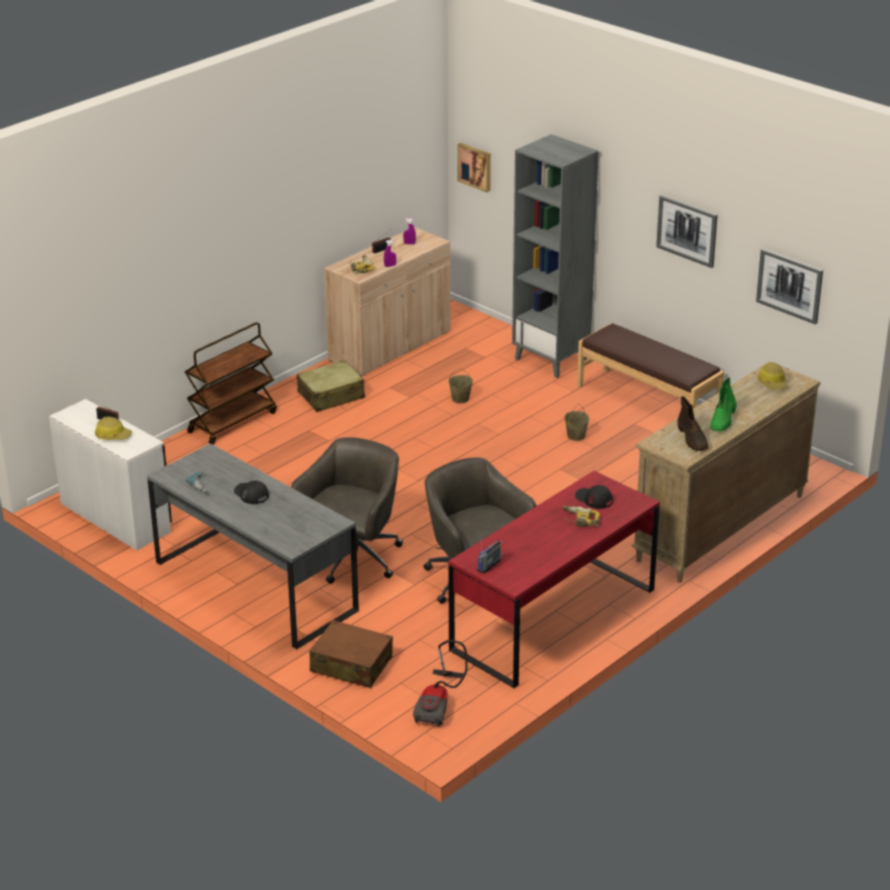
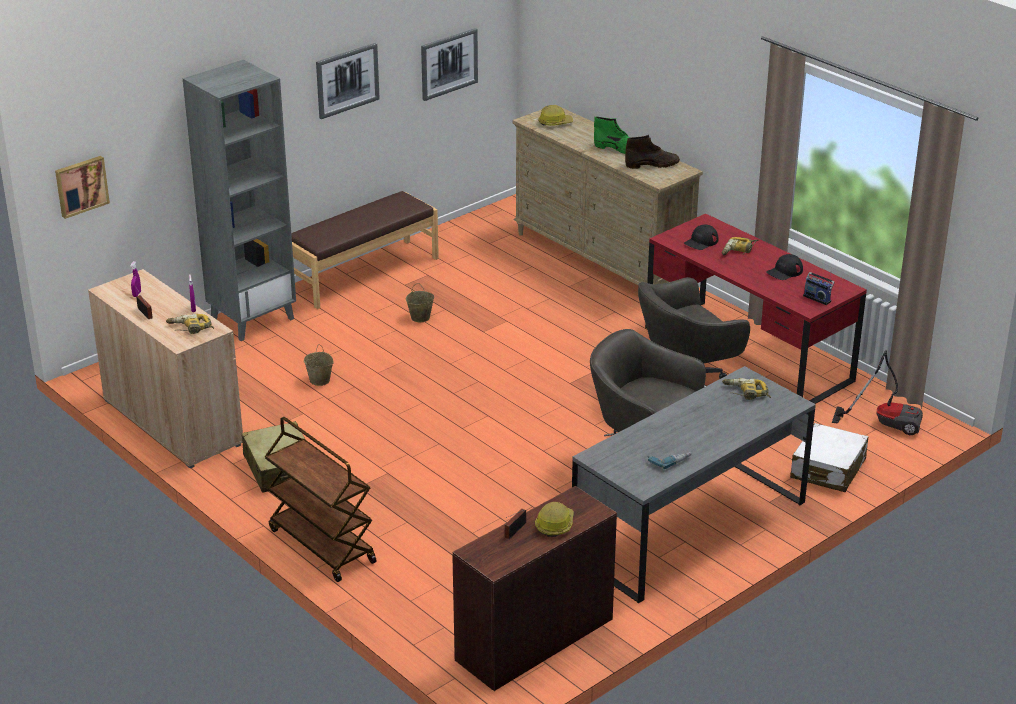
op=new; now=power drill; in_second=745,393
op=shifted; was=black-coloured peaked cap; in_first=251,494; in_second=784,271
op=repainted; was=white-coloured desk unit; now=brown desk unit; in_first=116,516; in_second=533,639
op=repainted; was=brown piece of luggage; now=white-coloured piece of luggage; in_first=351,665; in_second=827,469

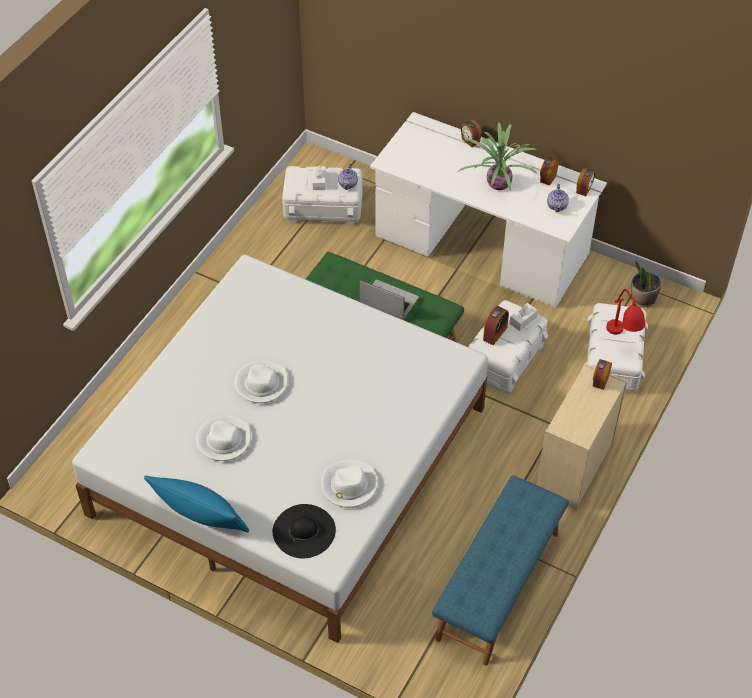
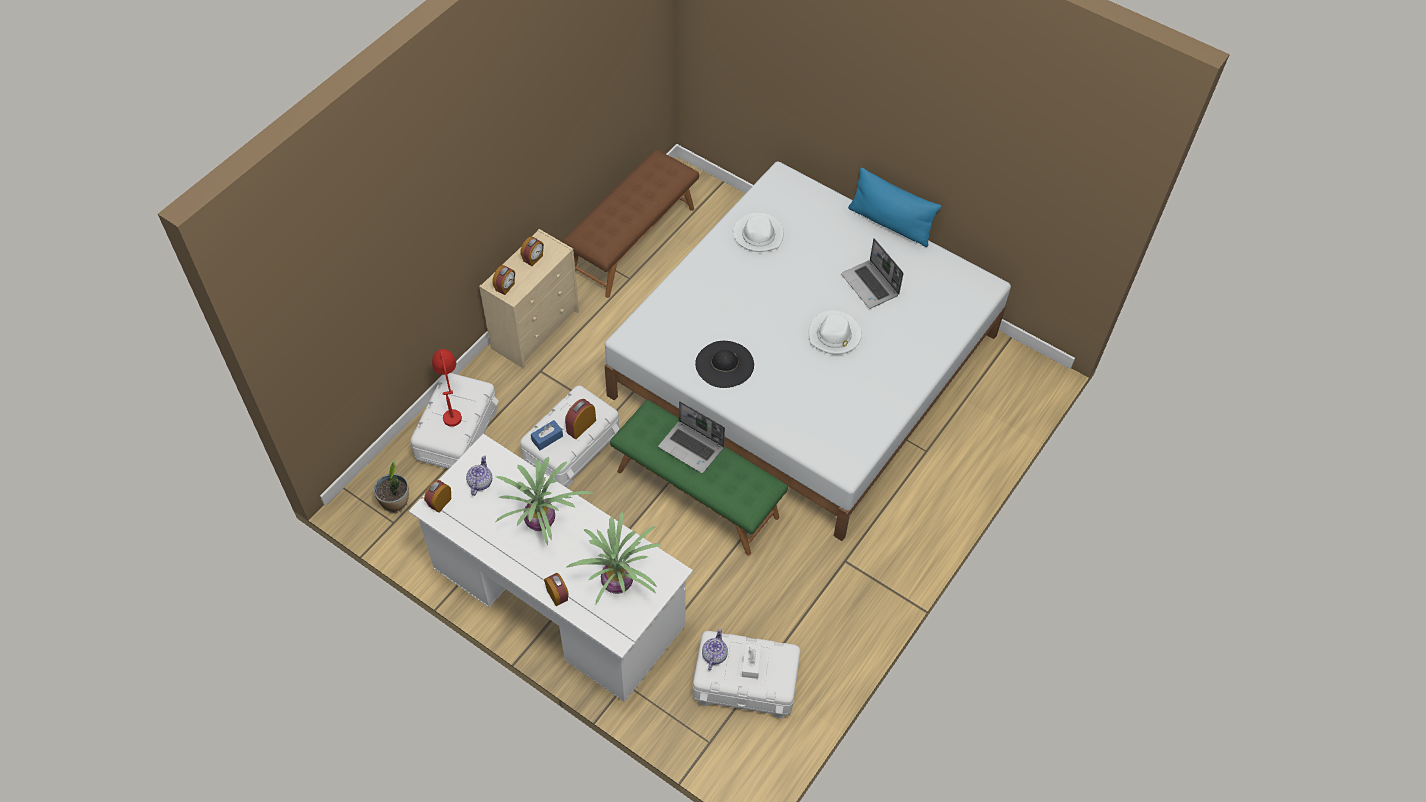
op=new; now=plant in a pot; in_second=619,582
op=shifted; was=black-coloured clothing hat; in_first=304,531; in_second=724,364
op=shifted; was=bedside clock; in_first=547,178; in_second=533,258
op=swapped; was=white-coloured clothing hat; now=laptop; in_first=223,440; in_second=871,285
op=repainted; was=blue-coloured indoor bench; now=brown indoor bench; in_first=499,586; in_second=632,241
op=repainted; was=white-coloured tissue holder; now=blue-coloured tissue holder; in_first=523,320; in_second=547,438

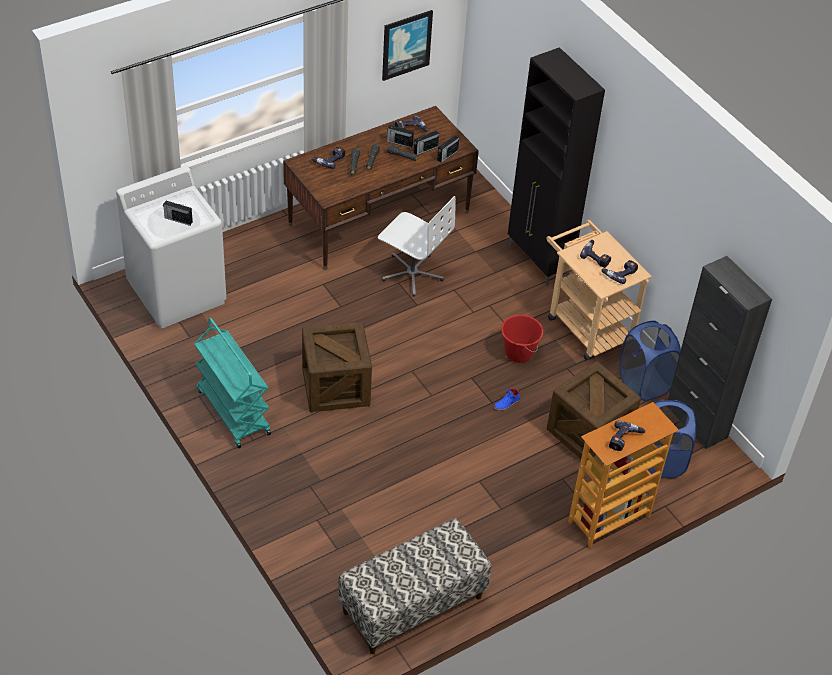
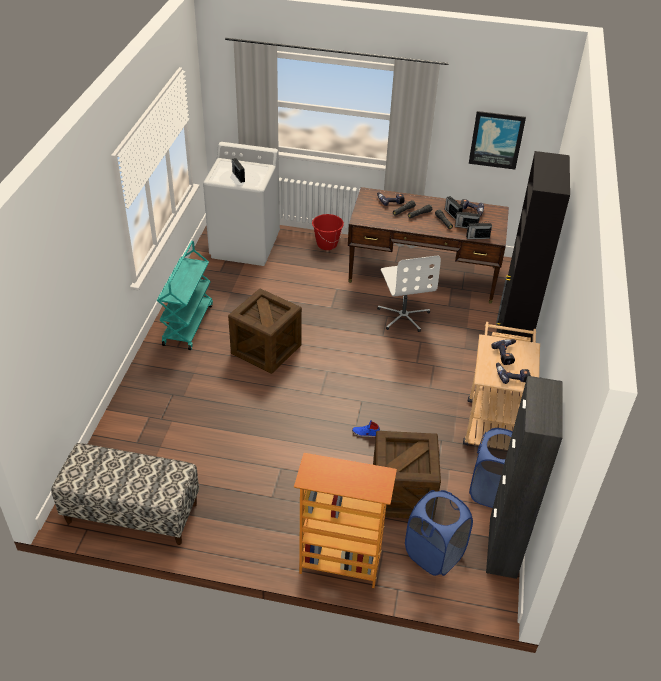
op=gone; was=power drill; in_first=625,440
op=shifted; was=red bucket; in_first=518,353; in_second=327,244

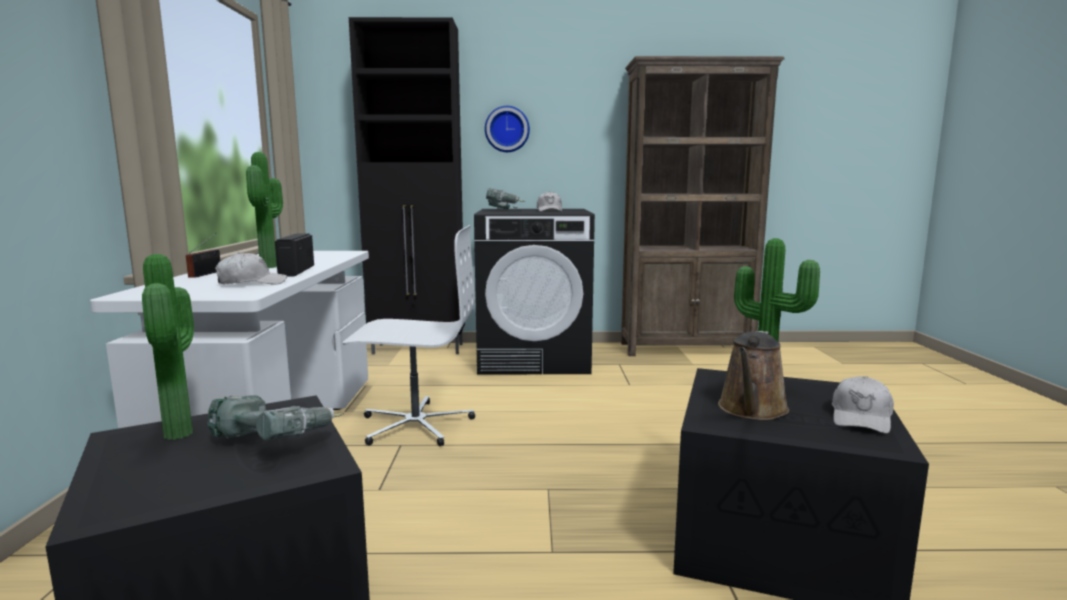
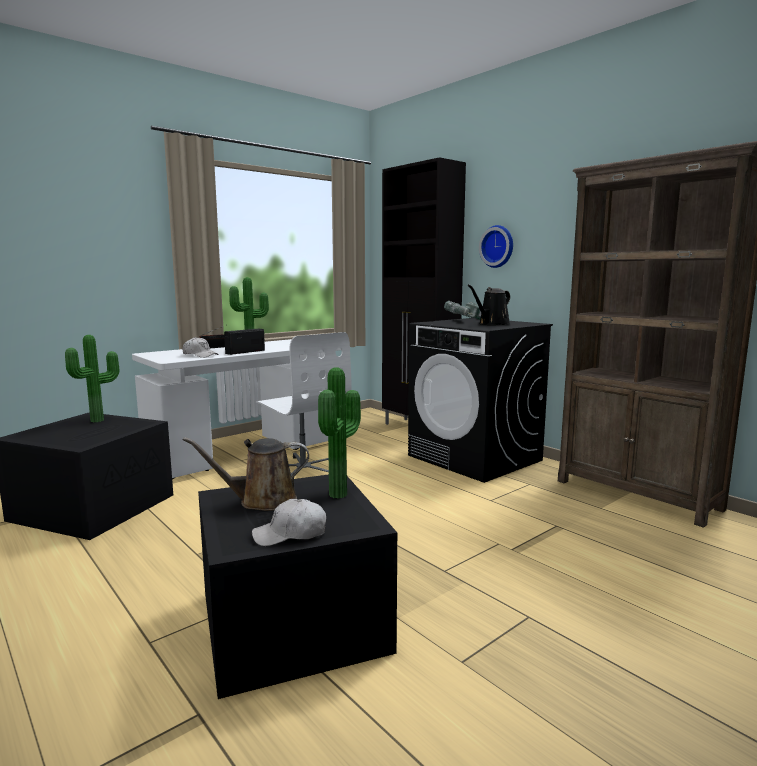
op=gone; was=power drill; in_first=276,441
op=swapped; was=white-coloured peaked cap; now=black-coloured sprinkling can; in_first=549,210; in_second=492,324

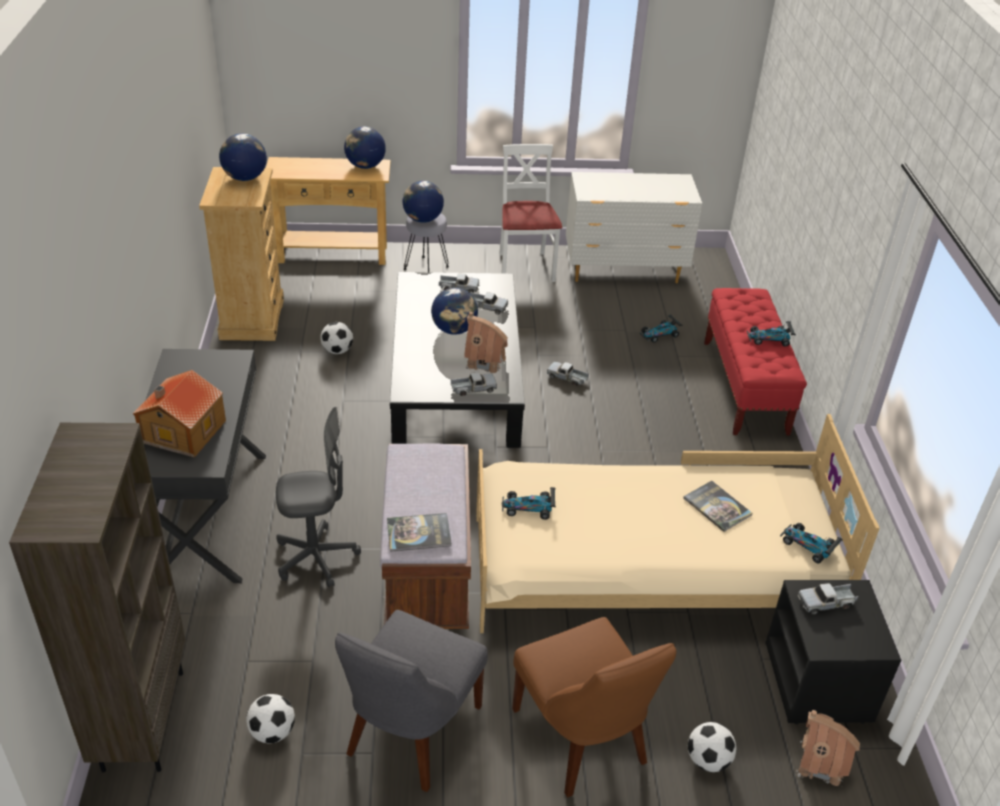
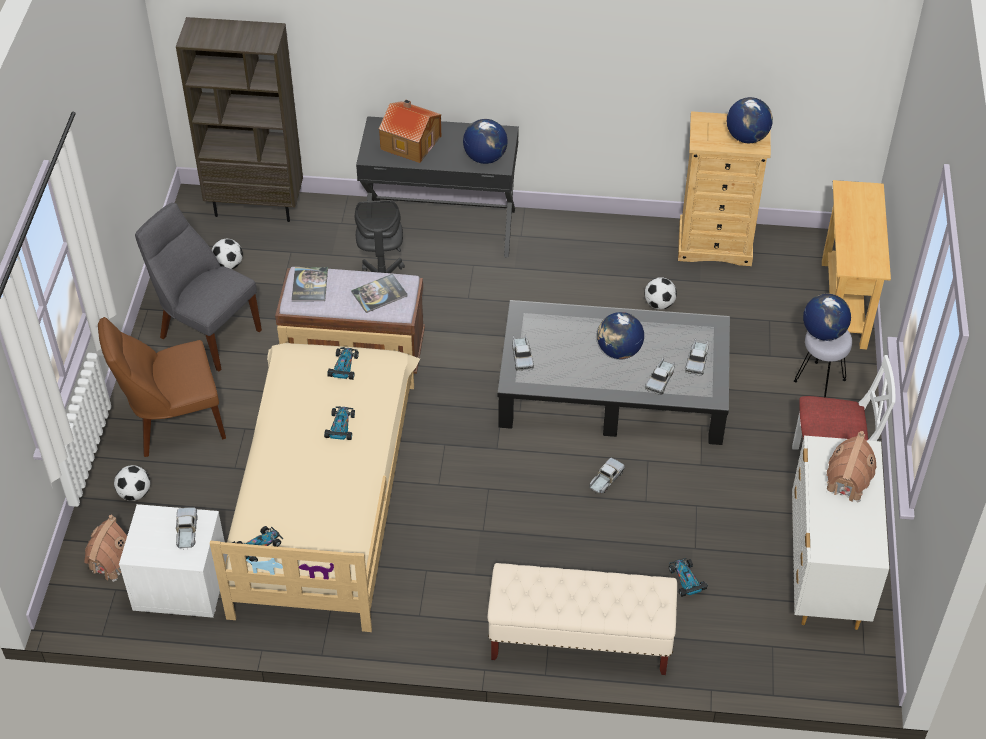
op=shifted; was=world globe; in_first=365,166; in_second=485,157
op=shifted; was=model house; in_first=485,362; in_second=846,483
op=shifted; was=book; in_first=717,507; in_second=379,294
op=shifted; was=model car; in_first=769,339; in_second=340,427
op=repainted; was=red indoor bench; now=sand-coloured indoor bench; in_first=744,387; in_second=579,640
op=repainted; was=black-coloured nightstand; now=white-coloured nightstand; in_first=819,683; in_second=179,585

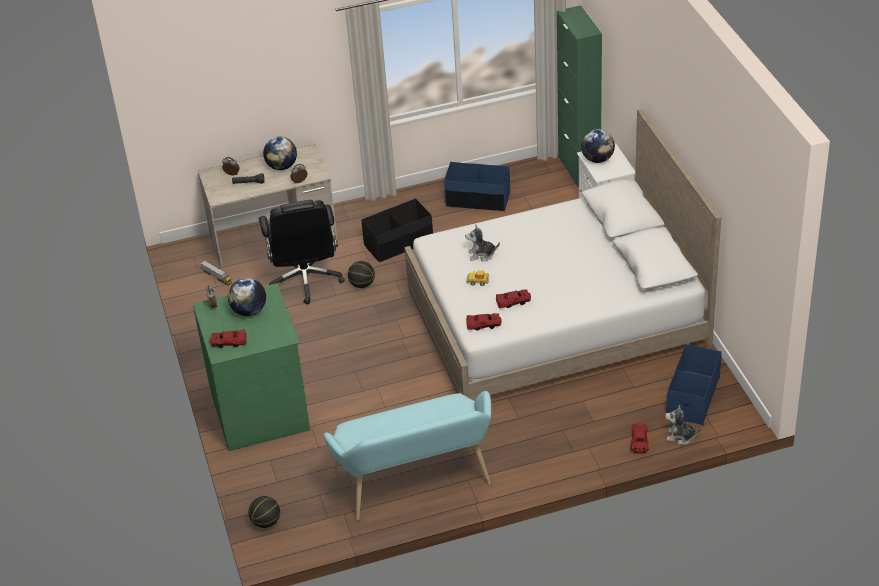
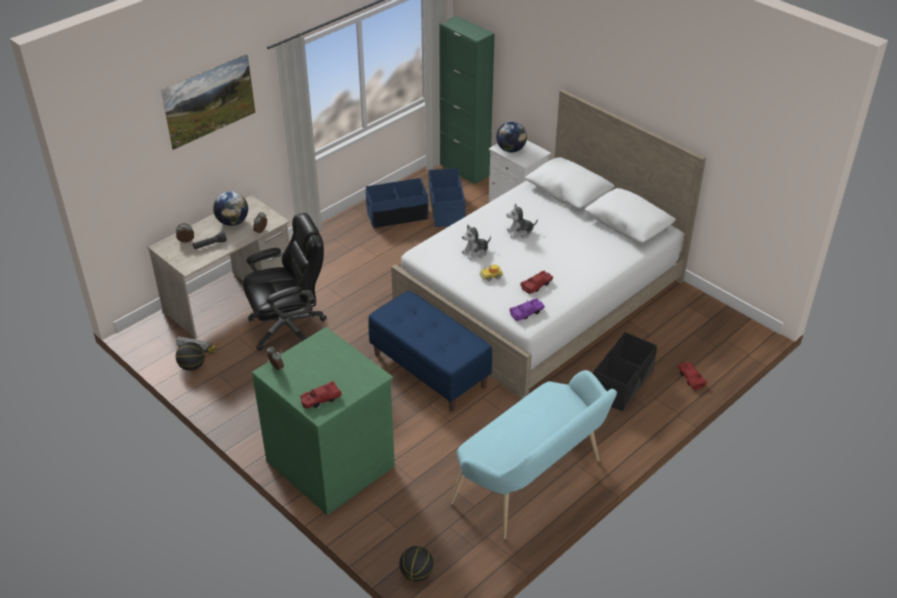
op=gone; was=world globe; in_first=249,311
op=new; now=wall picture; in_second=212,116
op=new; now=blue-coloured indoor bench; in_second=430,370
op=shifted; was=basketball ball; in_first=362,284; in_second=192,366
op=shifted; was=black-coloured storage container; in_first=399,243; in_second=622,384
op=shifted; was=cuddly toy; in_first=680,436; in_second=520,232
op=shifted; was=blue-coloured storage container; in_first=692,397; in_second=446,209
op=repainted; was=red model car; now=purple model car; in_first=483,325; in_second=527,313
op=rotated; was=black-coloured computer chair; in_first=305,280; in_second=289,327; clockwise=-75

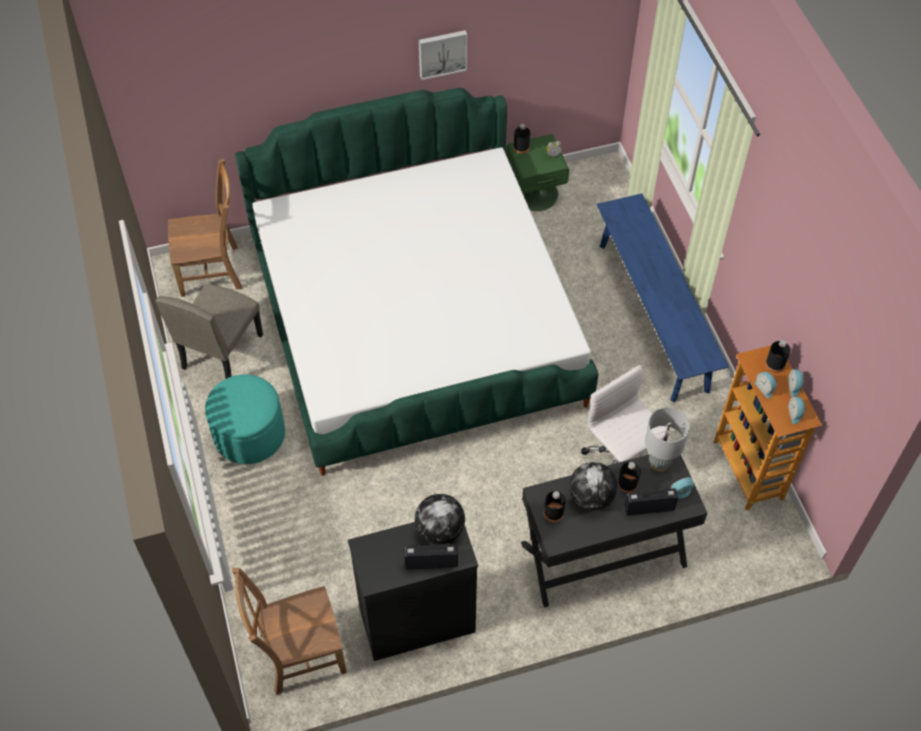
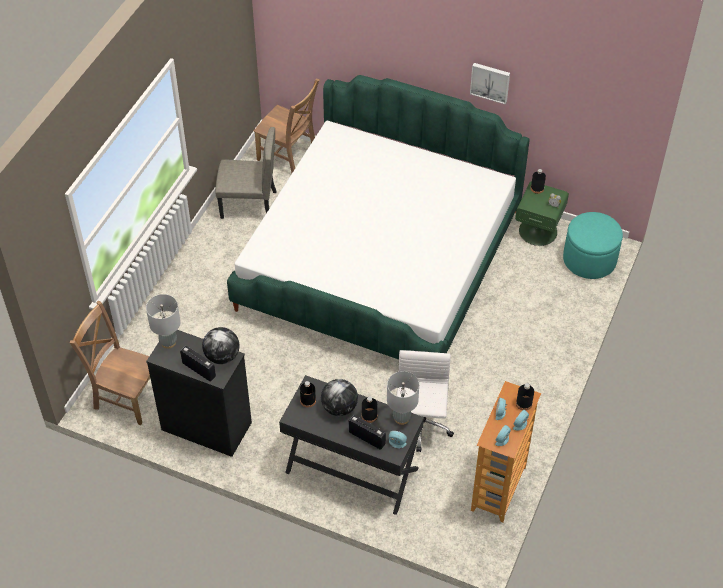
op=gone; was=blue-coloured indoor bench; in_first=653,316
op=new; now=greyish table lamp; in_second=168,342
op=shifted; was=turquoise-coloured pouffe; in_first=249,434; in_second=589,260
op=rotated; was=sand-coloured chair; in_first=221,351; in_second=248,205; clockwise=-150

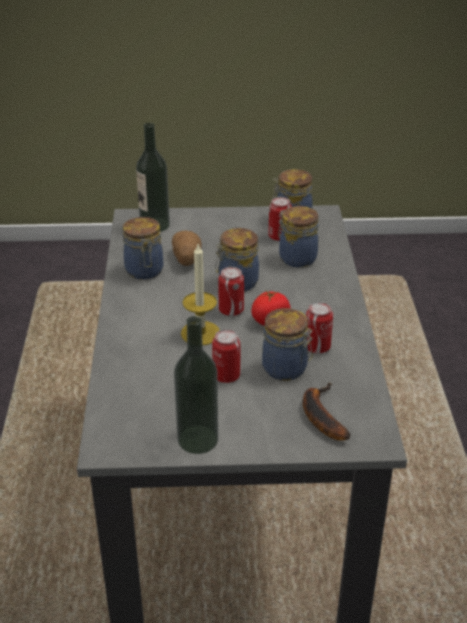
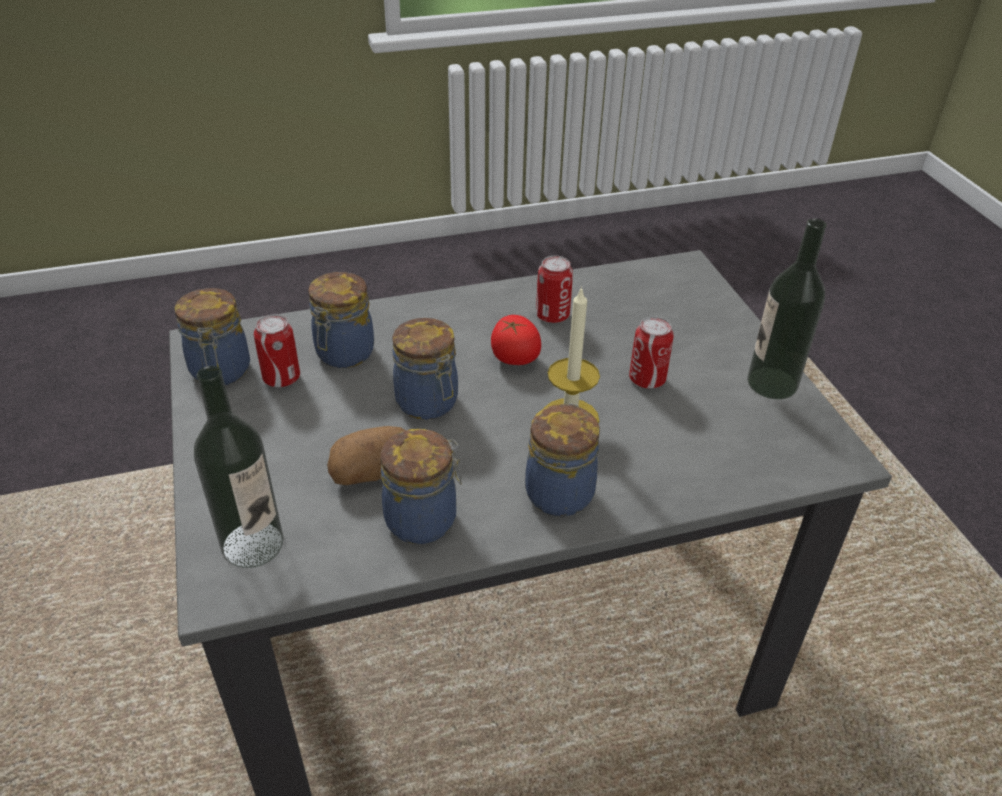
op=gone; was=can; in_first=231,310
op=gone; was=whole banana; in_first=320,416
op=shifted; was=jar; in_first=286,369; in_second=560,491

